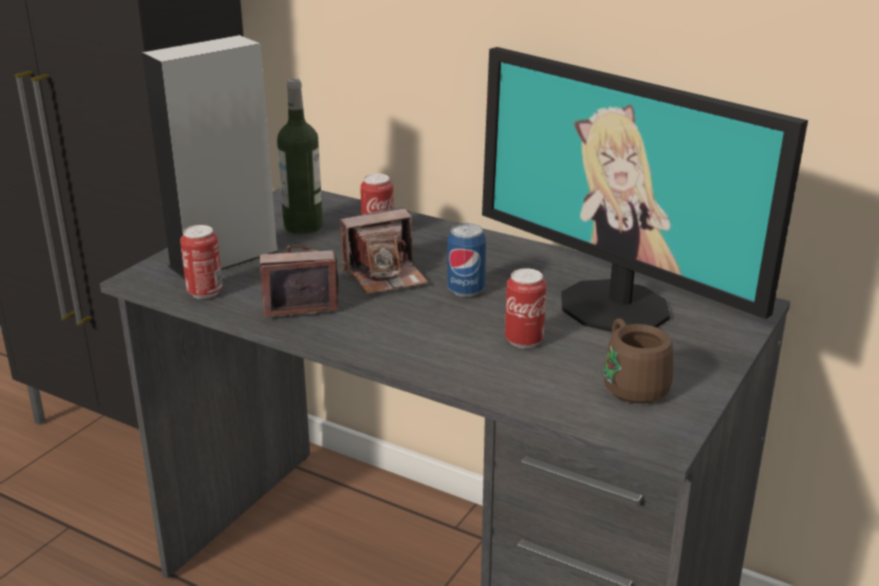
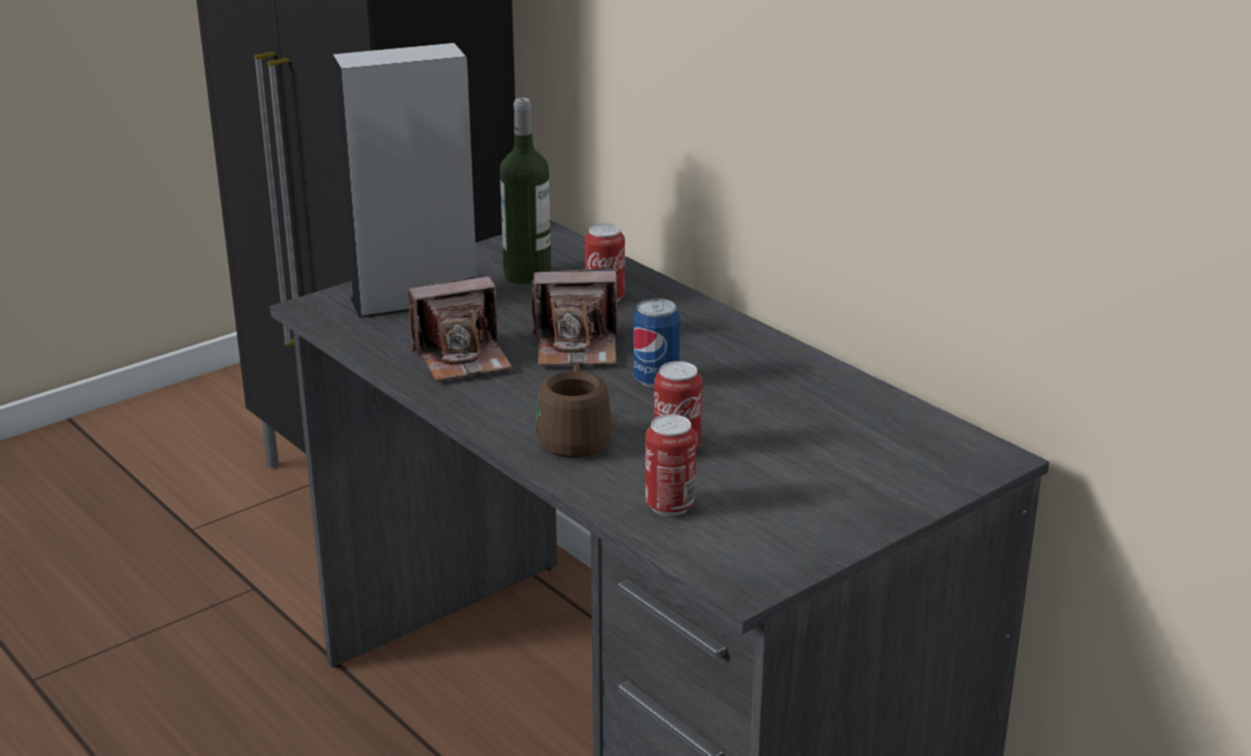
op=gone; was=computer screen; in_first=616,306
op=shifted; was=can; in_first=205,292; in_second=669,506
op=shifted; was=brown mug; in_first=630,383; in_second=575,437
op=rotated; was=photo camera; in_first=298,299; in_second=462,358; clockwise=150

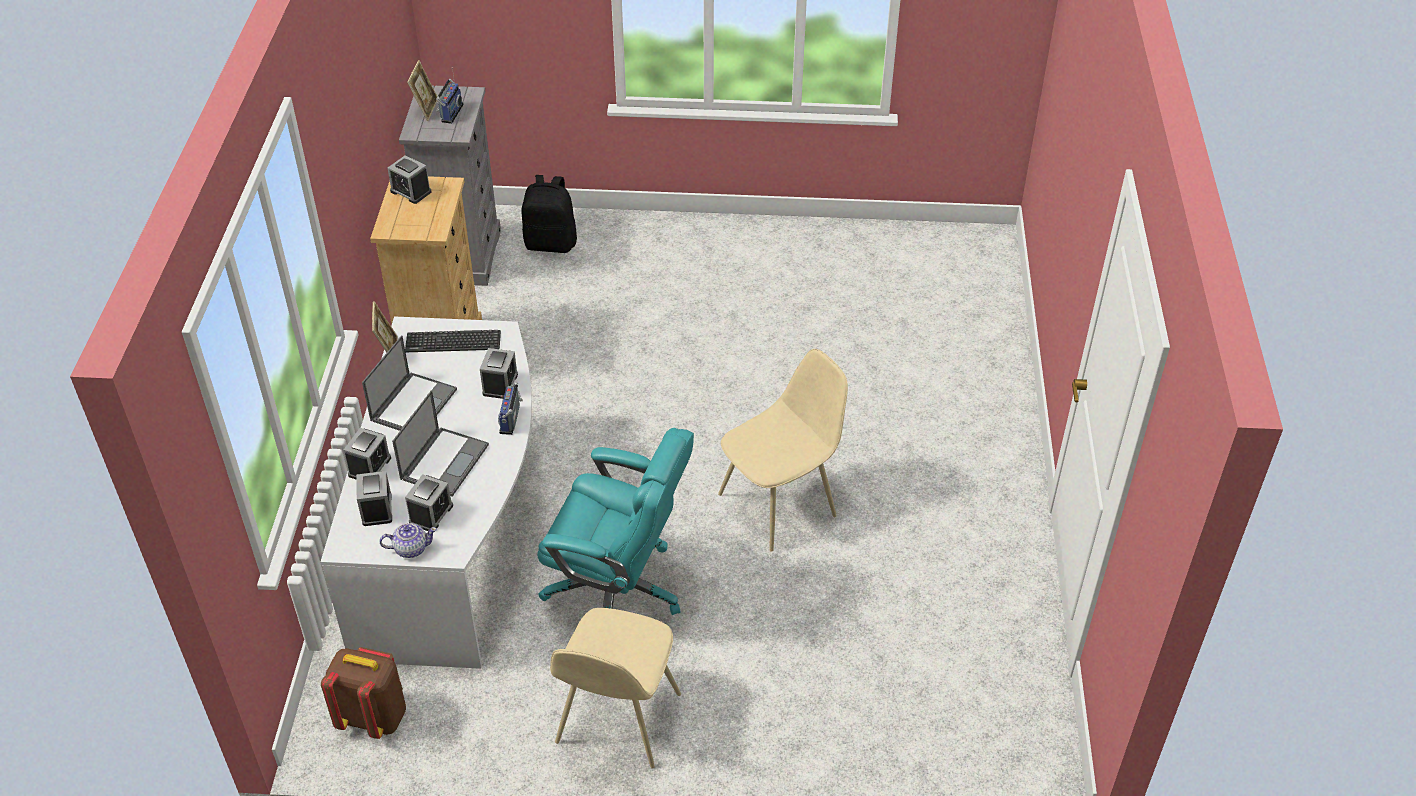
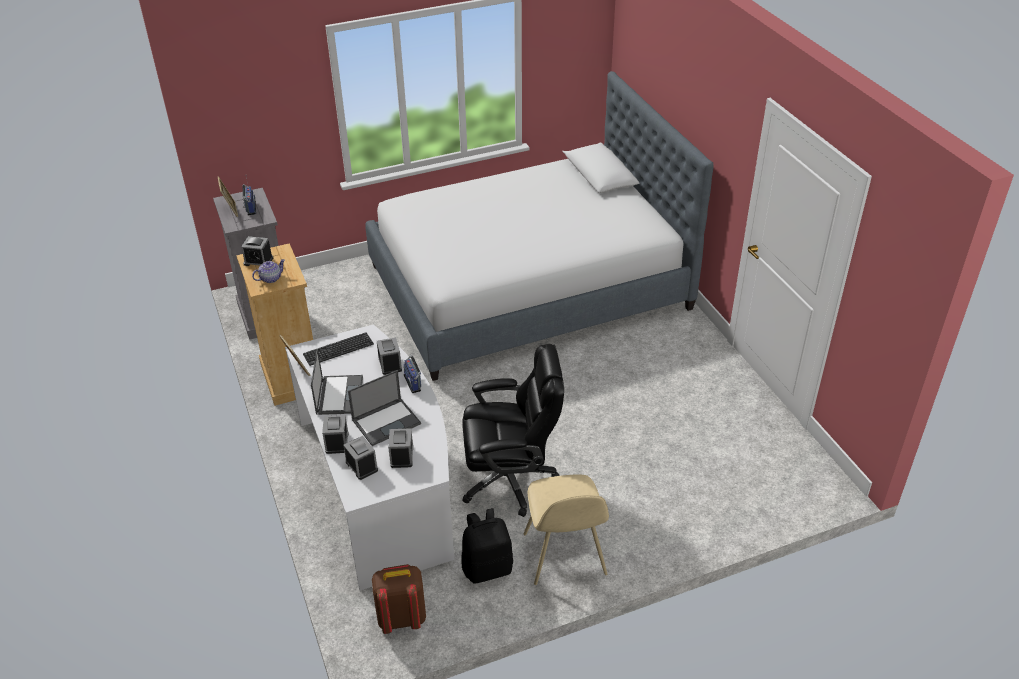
op=gone; was=sand-coloured chair; in_first=780,503
op=new; now=bed; in_second=528,287
op=shifted; was=teapot; in_first=410,548; in_second=270,278
op=shifted; was=black-coloured knapsack; in_first=551,243; in_second=487,567
op=repainted; was=turquoise-coloured computer chair; now=black-coloured computer chair; in_first=618,589; in_second=510,479
op=rotated; was=laptop; in_first=444,461; in_second=387,421; clockwise=60

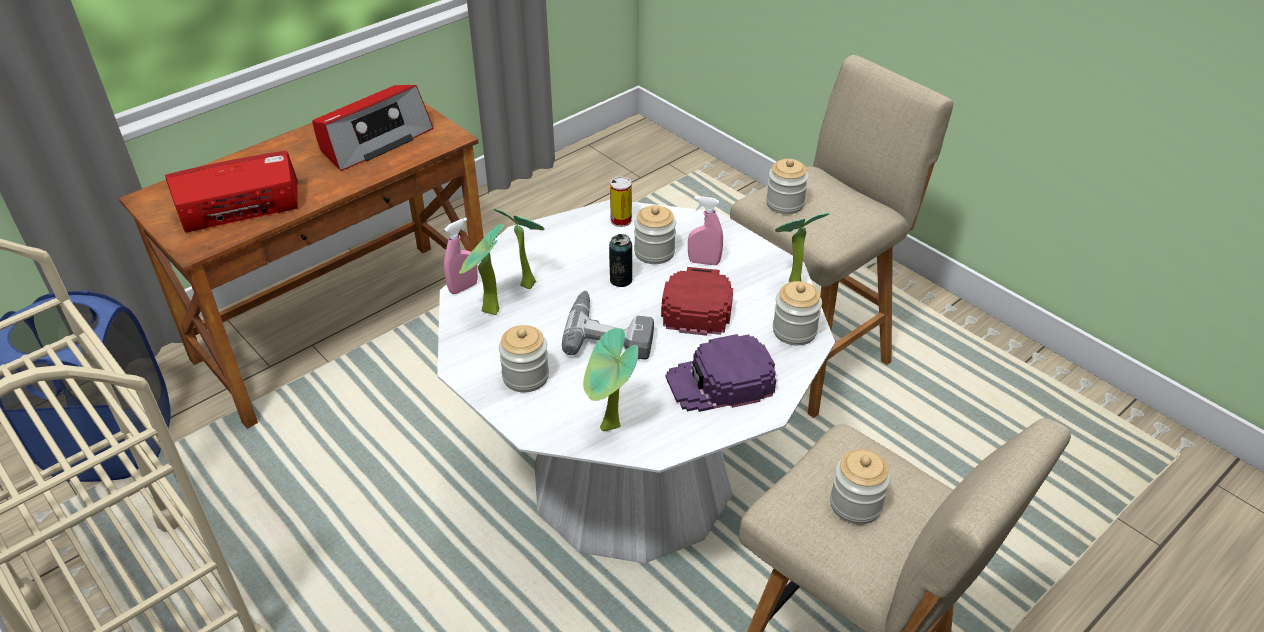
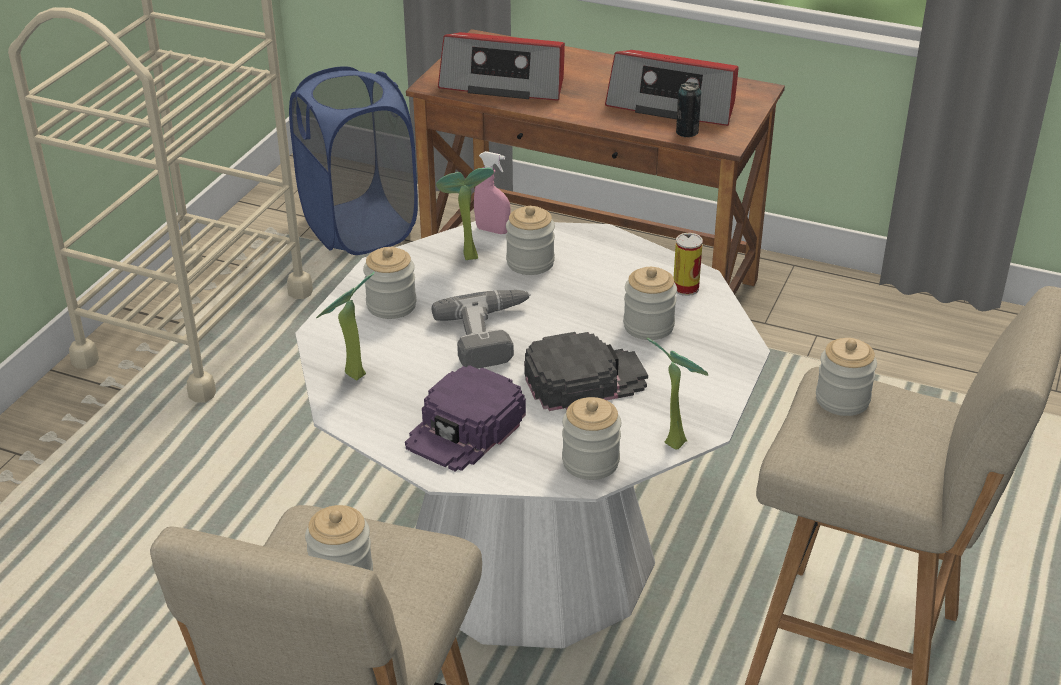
op=gone; was=pink sprayer; in_first=704,262
op=shifted; was=can; in_first=621,280; in_second=687,132
op=swapped; was=plant in a pot; now=jar; in_first=527,282; in_second=530,262
op=repainted; was=red peaked cap; now=black-coloured peaked cap; in_first=697,303; in_second=584,379
op=rotated; was=radio; in_first=240,209; in_second=504,82; clockwise=150
op=rotated; was=purple peaked cap; in_first=720,382; in_second=465,428; clockwise=-105

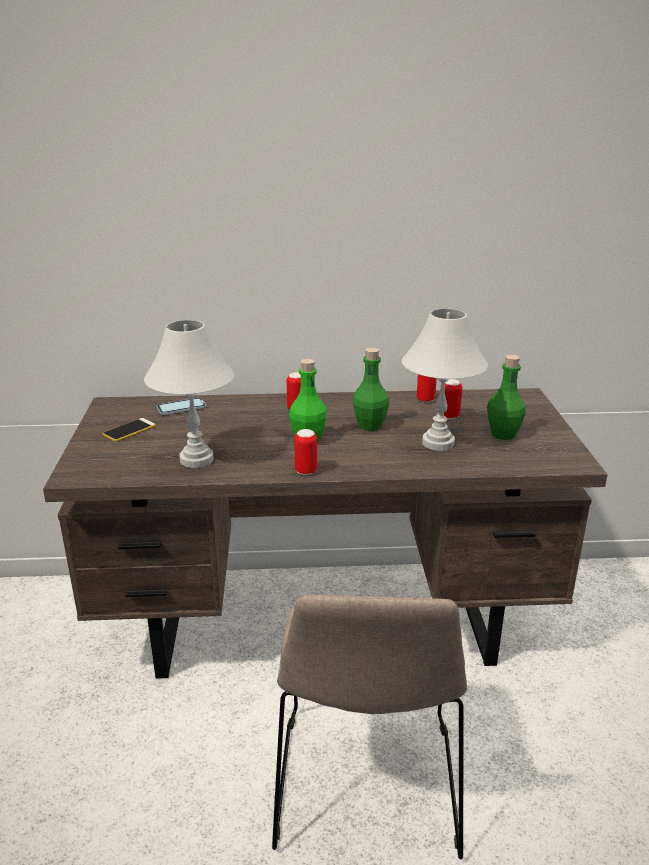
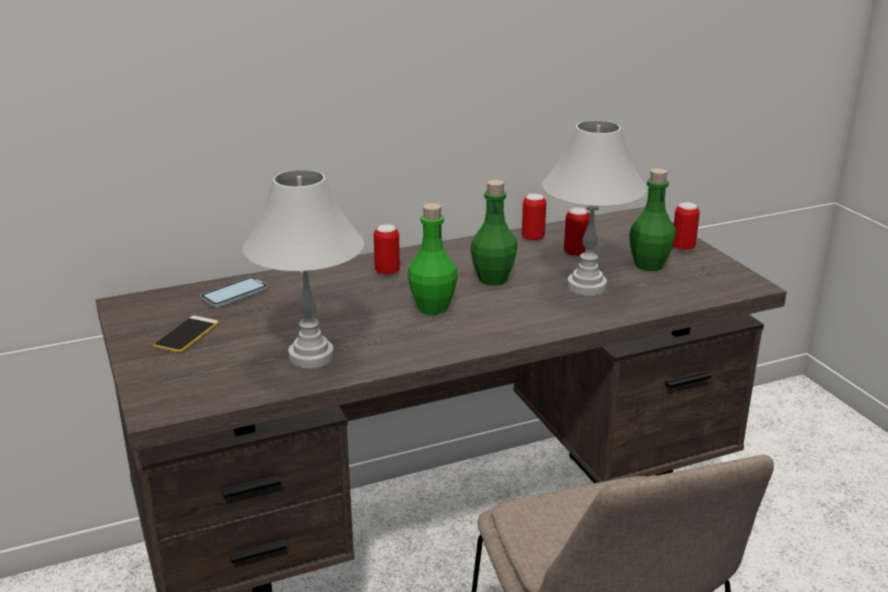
op=shifted; was=can; in_first=306,471; in_second=683,248

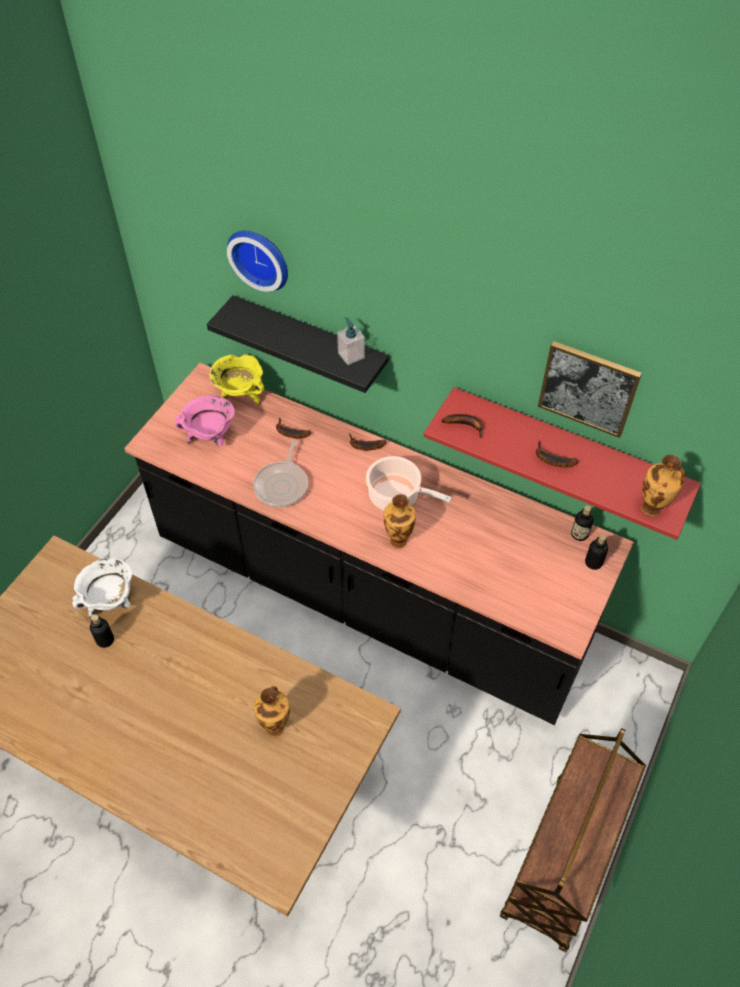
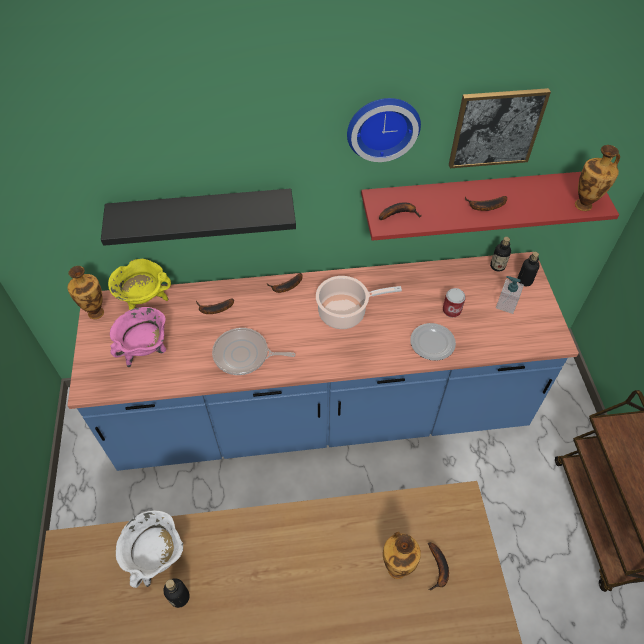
op=new; now=dinner plate; in_second=432,343
op=new; now=whole banana; in_second=438,569
op=new; now=can; in_second=451,310
op=shifted; was=wall clock; in_first=261,257; in_second=382,126
op=shifted; was=soap bottle; in_first=351,355; in_second=506,304
op=shifted; was=decorative vase; in_first=398,540; in_second=95,312
op=repainted; was=black-coloured counter; now=blue-coloured counter; in_first=370,593; in_second=322,412
op=rotated; was=frying pan; in_first=282,485; in_second=244,355; clockwise=120

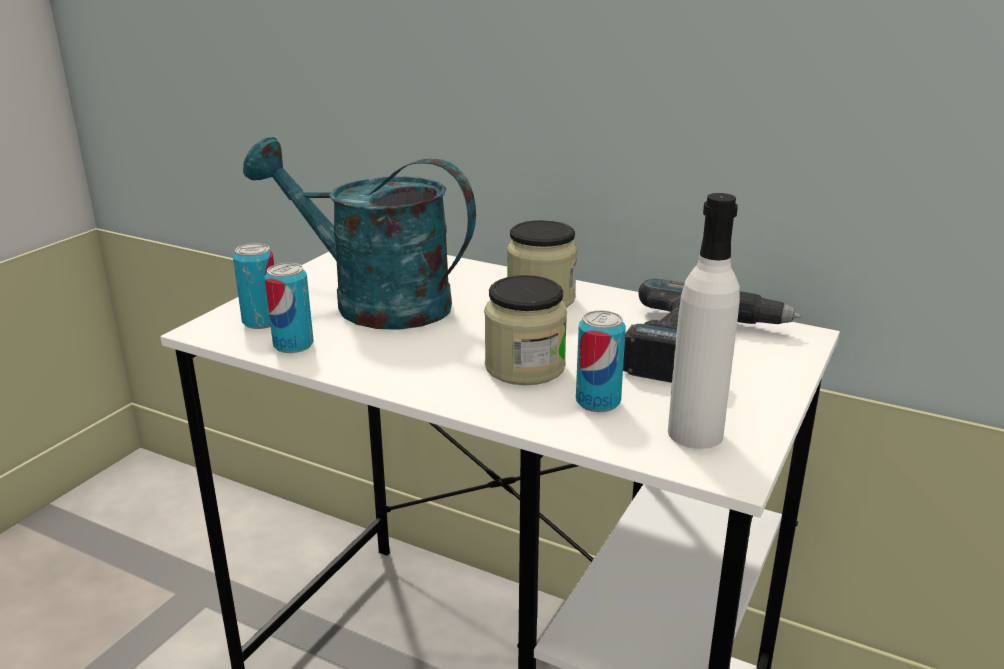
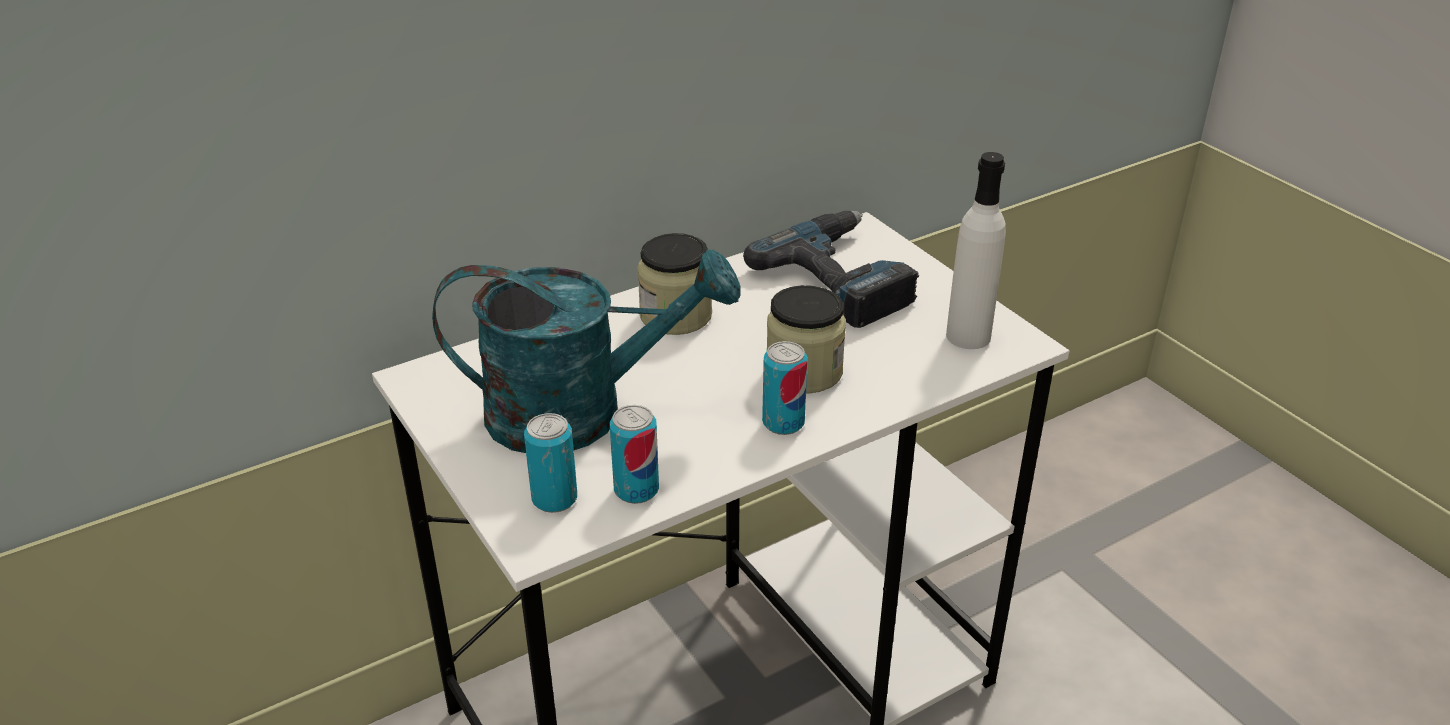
op=shifted; was=can; in_first=598,402; in_second=783,423
op=rotated; was=turquoise-coloured sprinkling can; in_first=373,302; in_second=580,412; clockwise=-150

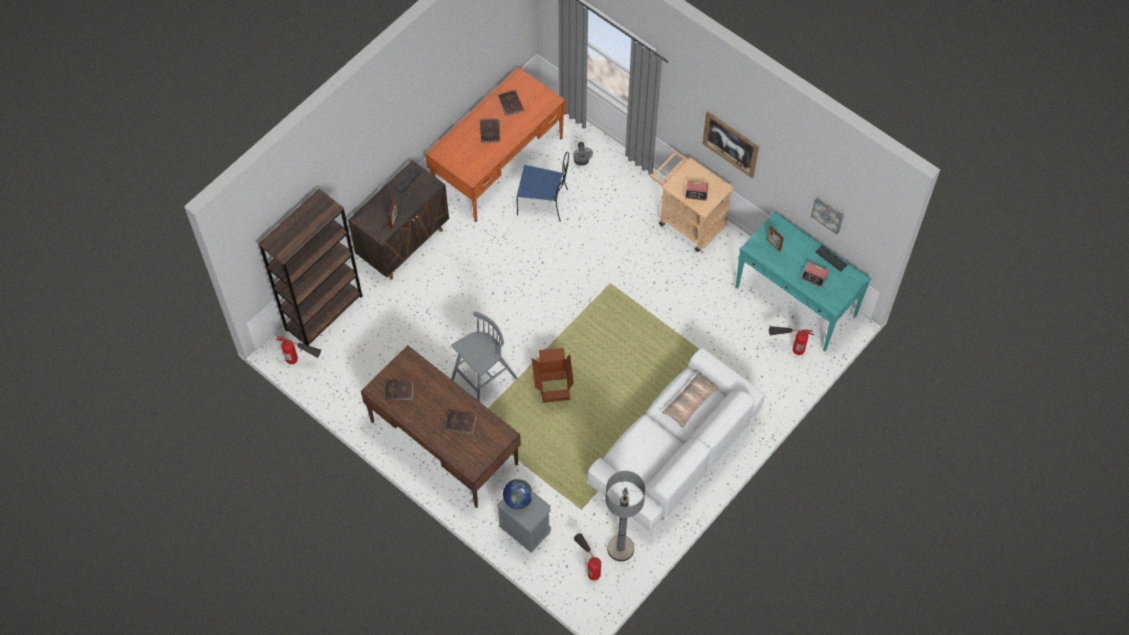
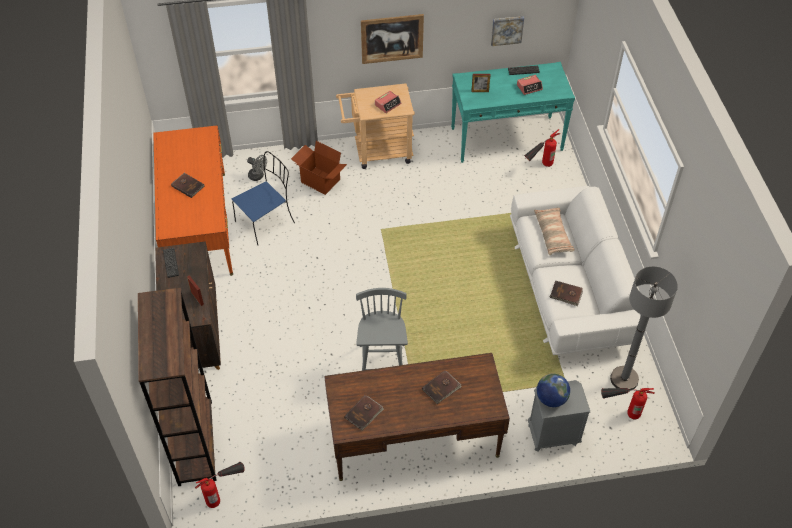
op=shifted; was=brown book; in_first=510,104; in_second=566,294
op=shifted; was=cardboard box; in_first=553,386; in_second=320,181

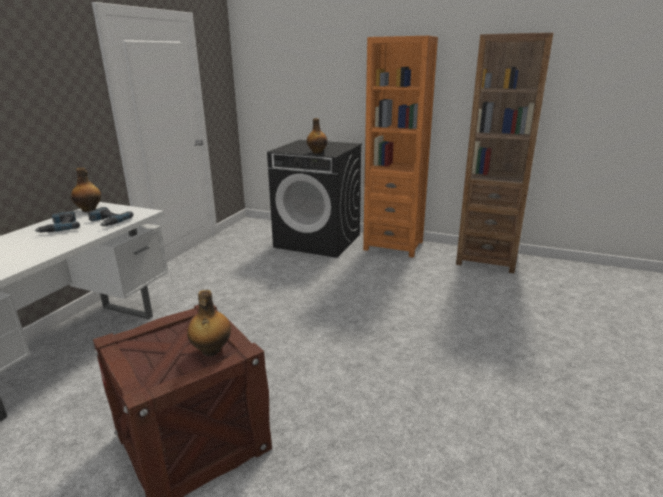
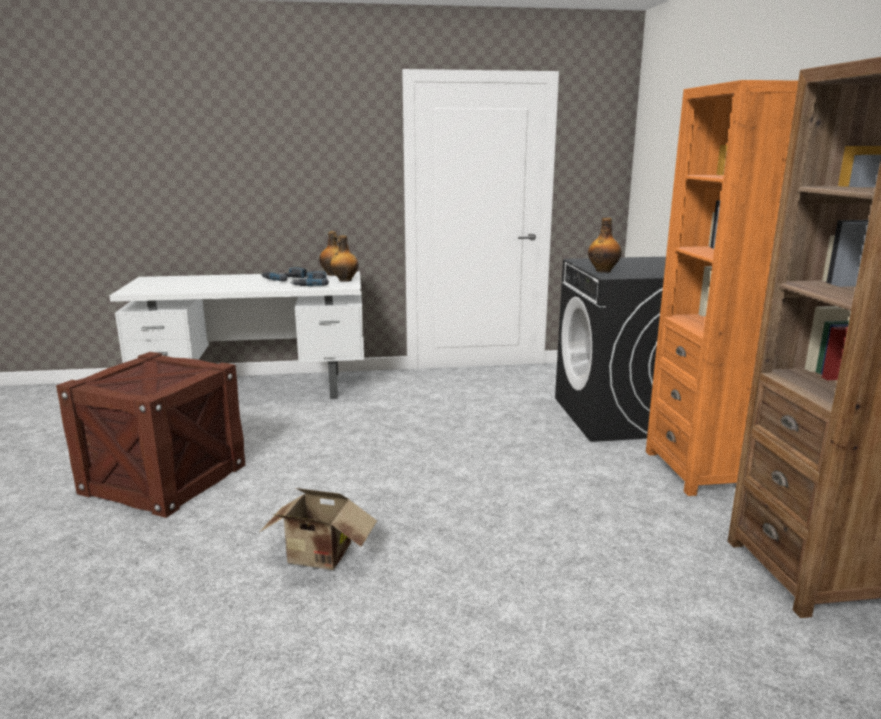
op=new; now=cardboard box; in_second=319,558
op=shifted; was=drink bottle; in_first=211,351; in_second=344,280

